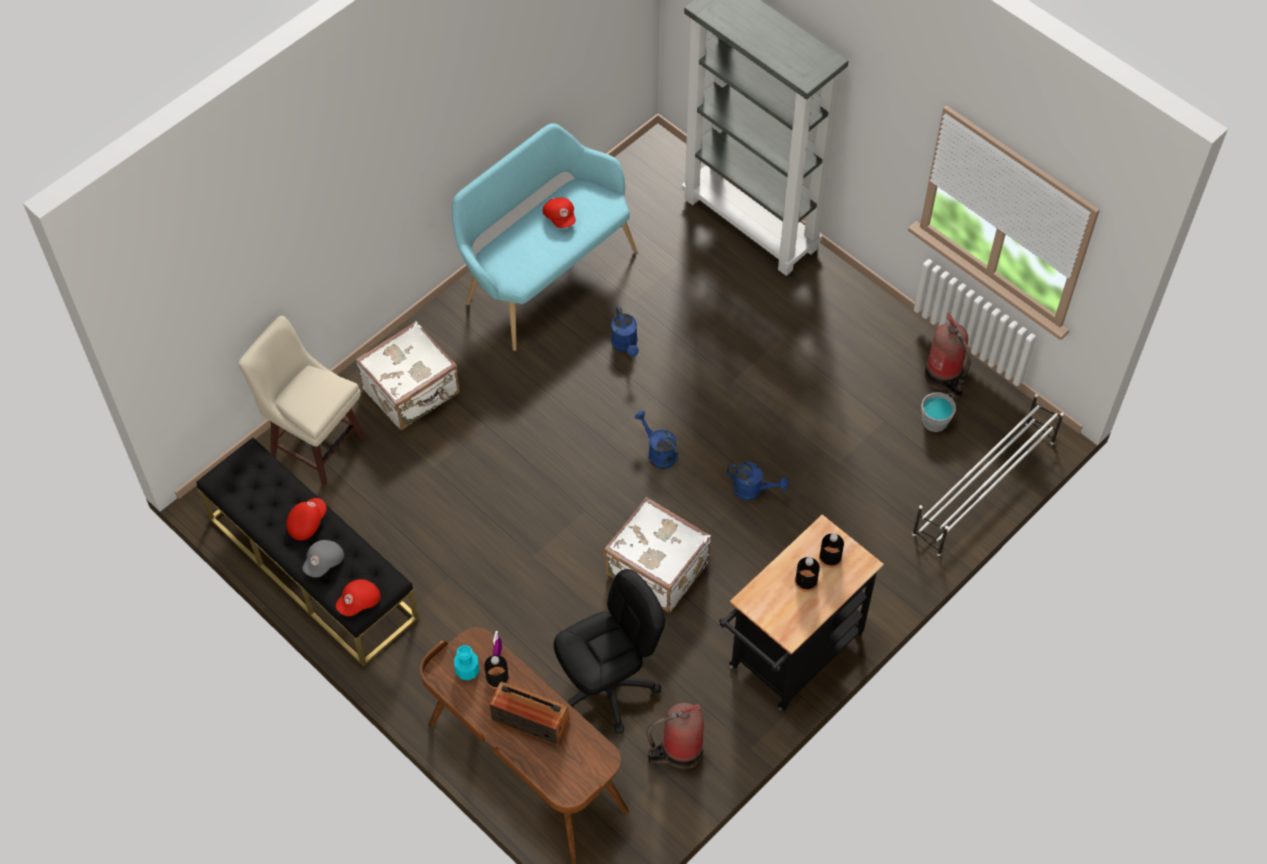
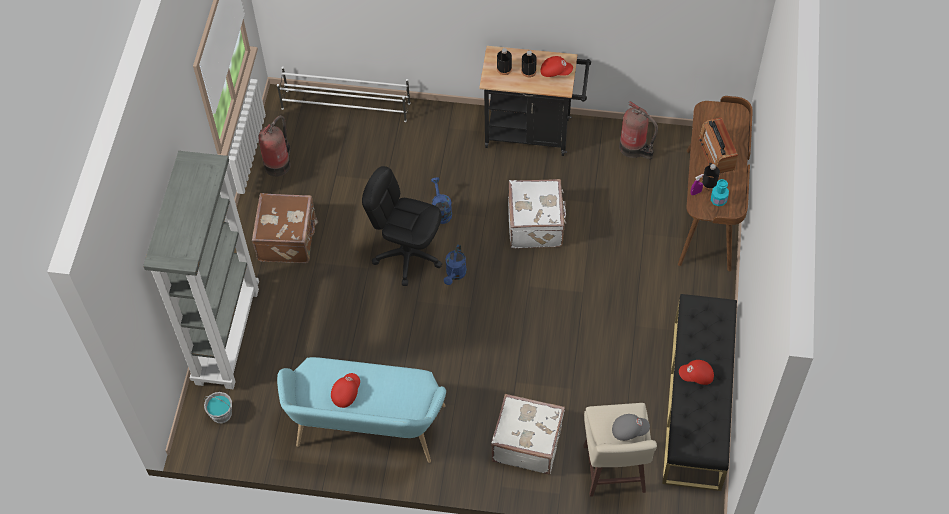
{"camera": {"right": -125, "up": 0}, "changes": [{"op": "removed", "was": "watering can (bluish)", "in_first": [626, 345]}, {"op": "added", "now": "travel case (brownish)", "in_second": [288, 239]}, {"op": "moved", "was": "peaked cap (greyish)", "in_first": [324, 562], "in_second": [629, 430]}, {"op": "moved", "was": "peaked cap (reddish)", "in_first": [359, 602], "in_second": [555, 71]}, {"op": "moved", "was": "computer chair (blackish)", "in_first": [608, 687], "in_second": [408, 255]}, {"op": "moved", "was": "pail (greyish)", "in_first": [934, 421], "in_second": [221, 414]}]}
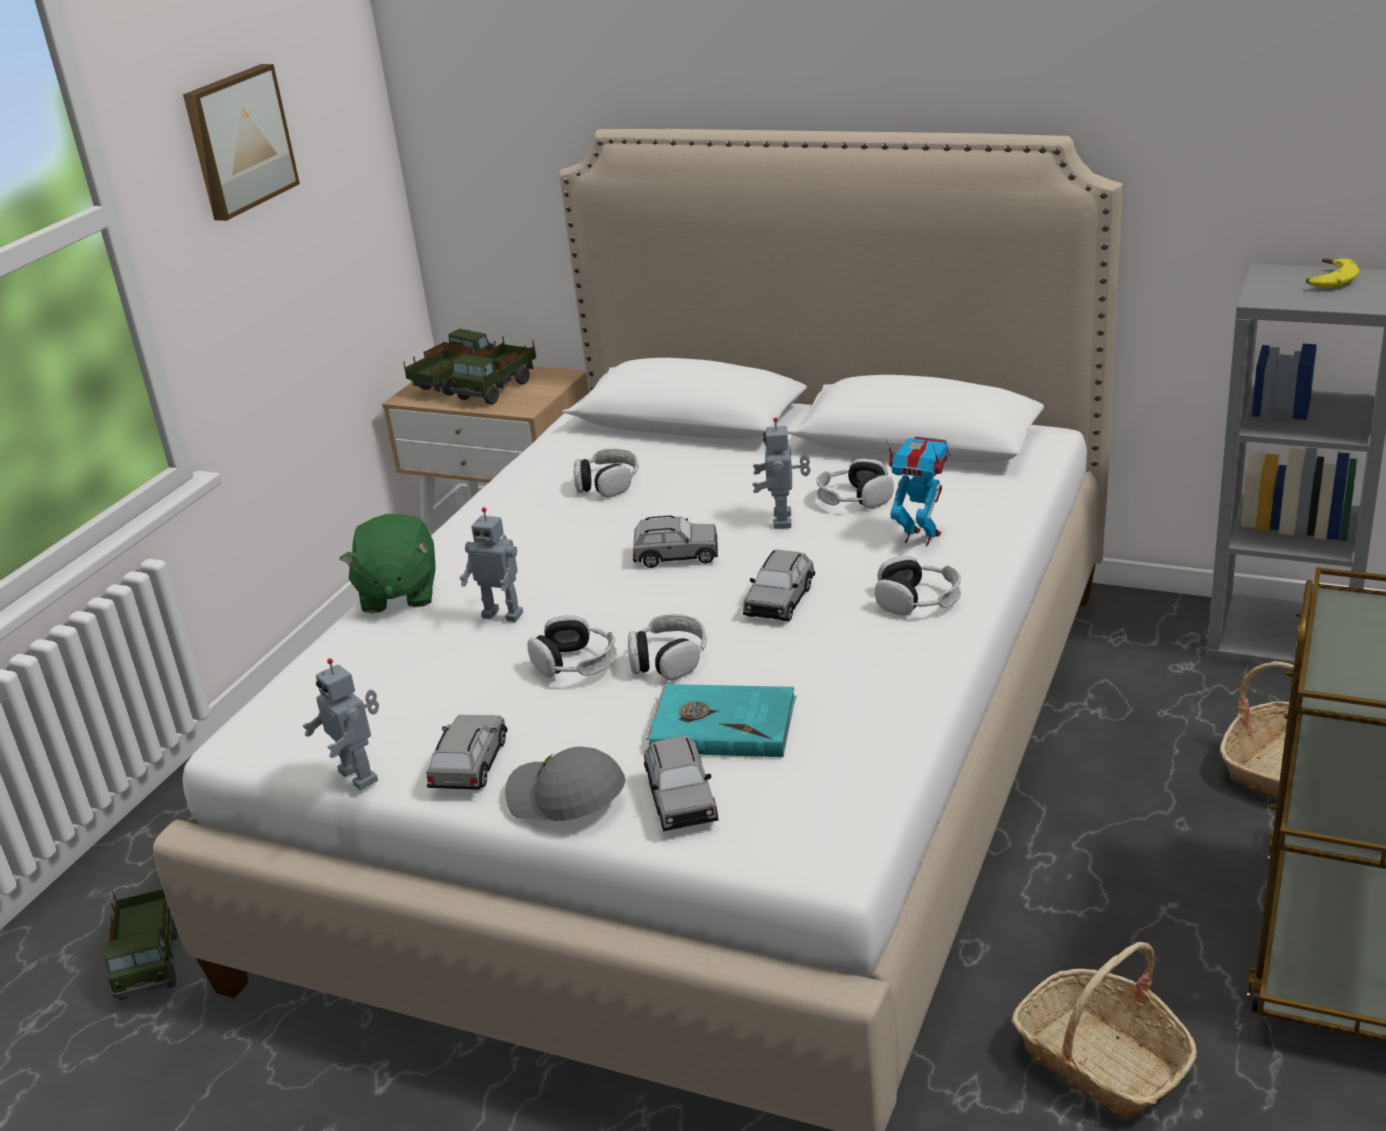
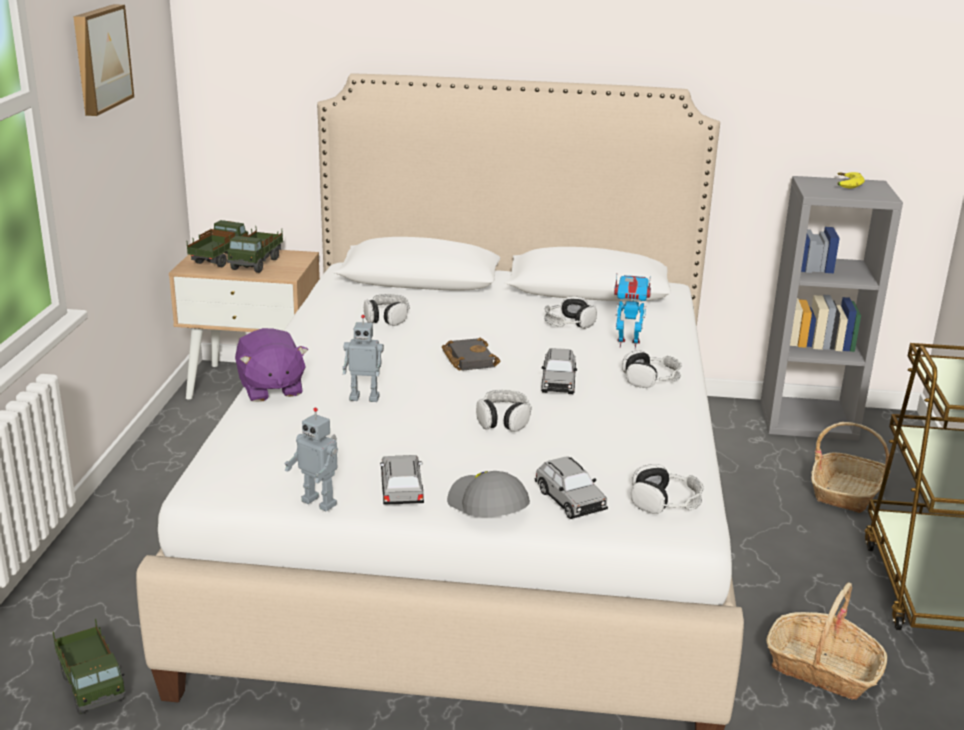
{"camera": {"right": -20, "up": -5}, "changes": [{"op": "removed", "was": "bound book (blue-green)", "in_first": [722, 725]}, {"op": "removed", "was": "robot figure", "in_first": [784, 520]}, {"op": "moved", "was": "headset", "in_first": [575, 663], "in_second": [665, 502]}, {"op": "replaced", "was": "model car (greyish)", "now": "bound book (blackish)", "in_first": [676, 555], "in_second": [467, 359]}, {"op": "recoloured", "was": "soft toy (green-coloured)", "now": "soft toy (purple-coloured)", "in_first": [398, 594], "in_second": [270, 389]}, {"op": "turned", "was": "peaked cap (greyish)", "in_first": [565, 799], "in_second": [486, 506], "clockwise": 45}]}
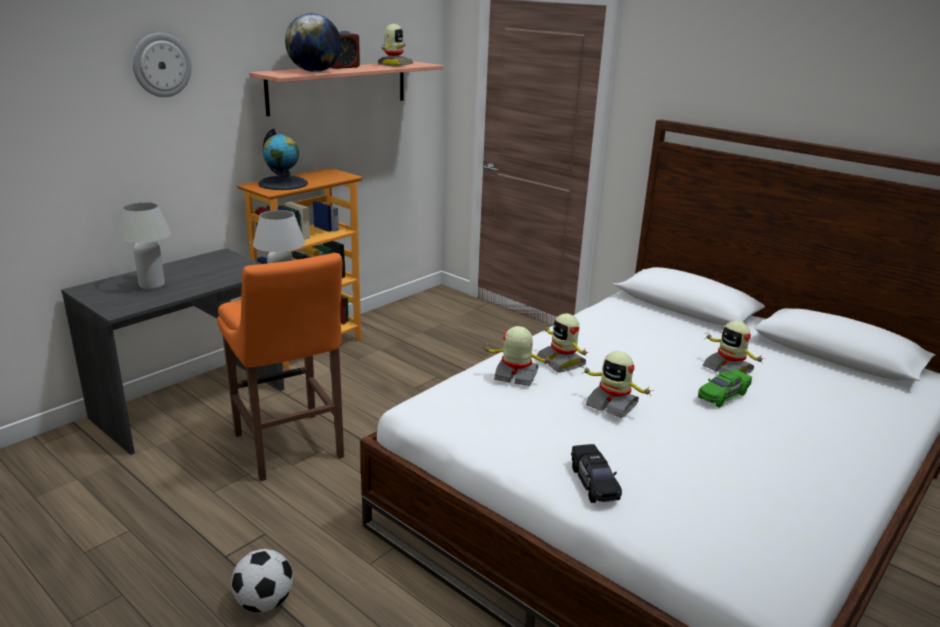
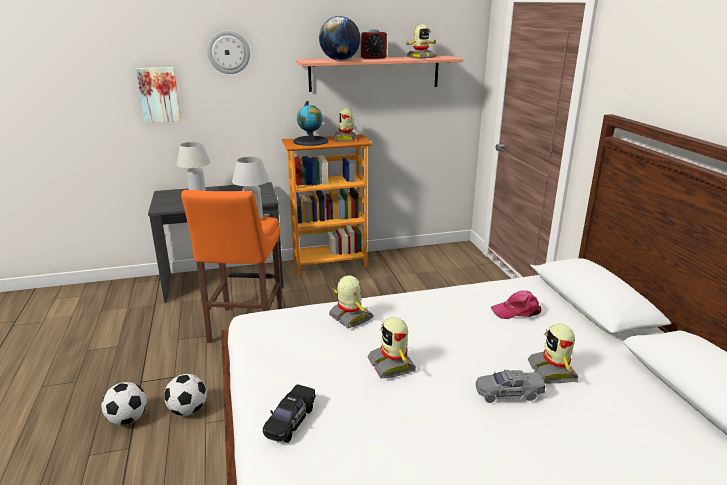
{"camera": {"right": 35, "up": 0}, "changes": [{"op": "added", "now": "wall art", "in_second": [159, 94]}, {"op": "added", "now": "football", "in_second": [188, 410]}, {"op": "added", "now": "peaked cap (pinkish)", "in_second": [517, 311]}, {"op": "moved", "was": "robot figure", "in_first": [561, 362], "in_second": [345, 139]}, {"op": "recoloured", "was": "model car (green-coloured)", "now": "model car (greyish)", "in_first": [723, 395], "in_second": [508, 393]}]}
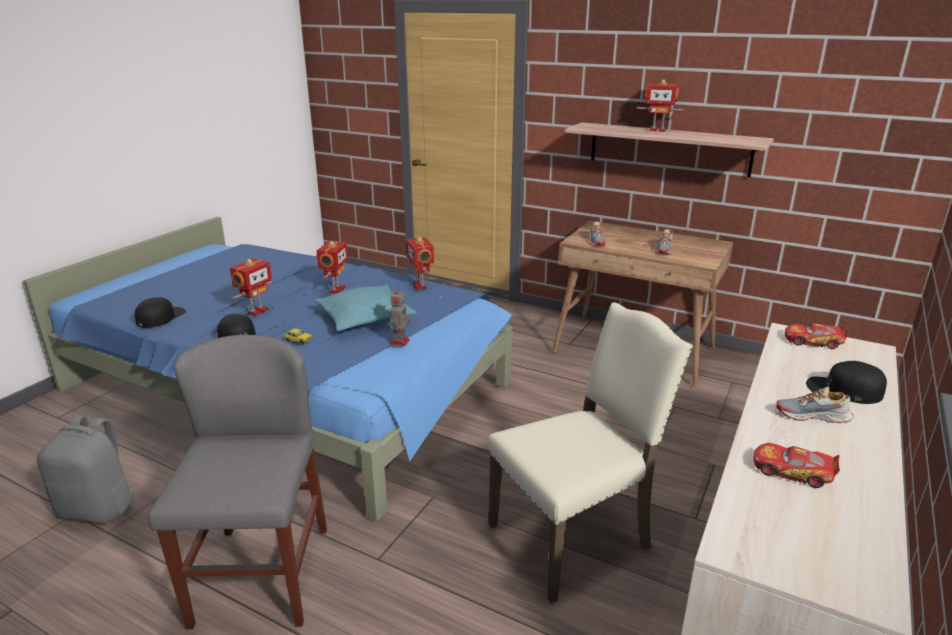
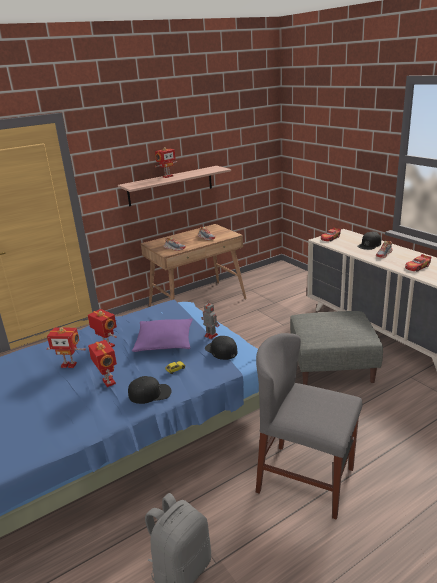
{"camera": {"right": -60, "up": 0}, "changes": [{"op": "moved", "was": "peaked cap (blackish)", "in_first": [160, 317], "in_second": [221, 350]}, {"op": "moved", "was": "robot figure", "in_first": [421, 285], "in_second": [69, 364]}, {"op": "replaced", "was": "chair (sand-coloured)", "now": "ottoman (greyish)", "in_first": [574, 537], "in_second": [332, 366]}, {"op": "recoloured", "was": "pillow (blue-green)", "now": "pillow (purple-coloured)", "in_first": [365, 317], "in_second": [164, 342]}]}
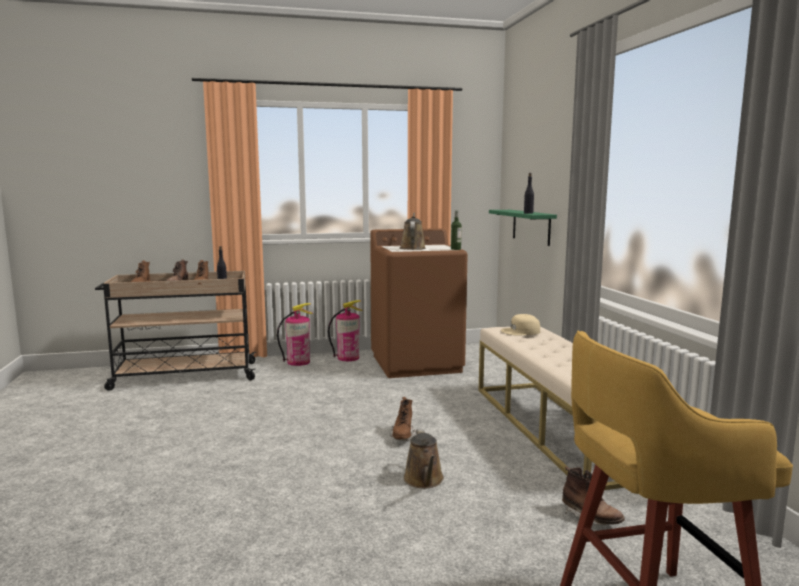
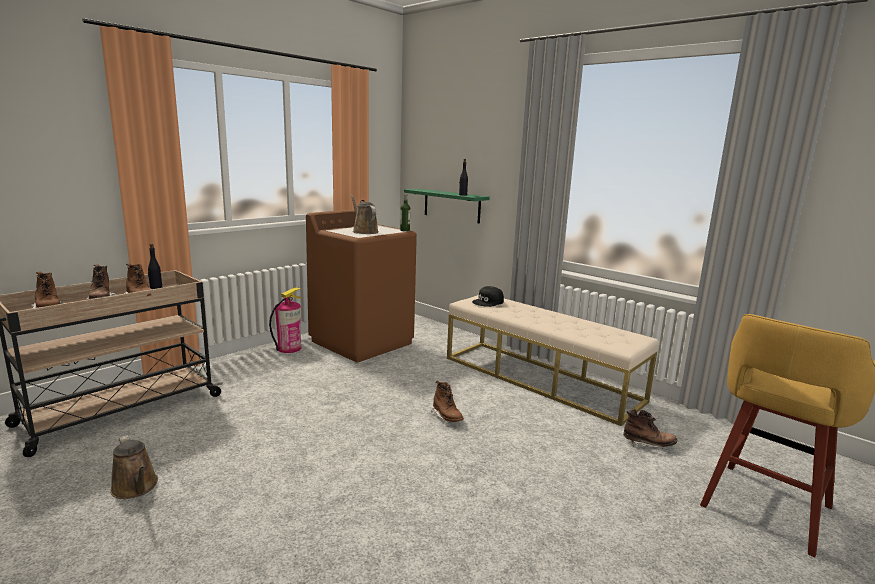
{"camera": {"right": -35, "up": 5}, "changes": [{"op": "removed", "was": "fire extinguisher", "in_first": [298, 362]}, {"op": "moved", "was": "watering can (brownish)", "in_first": [424, 480], "in_second": [136, 488]}, {"op": "recoloured", "was": "peaked cap (sand-coloured)", "now": "peaked cap (blackish)", "in_first": [521, 331], "in_second": [488, 302]}]}
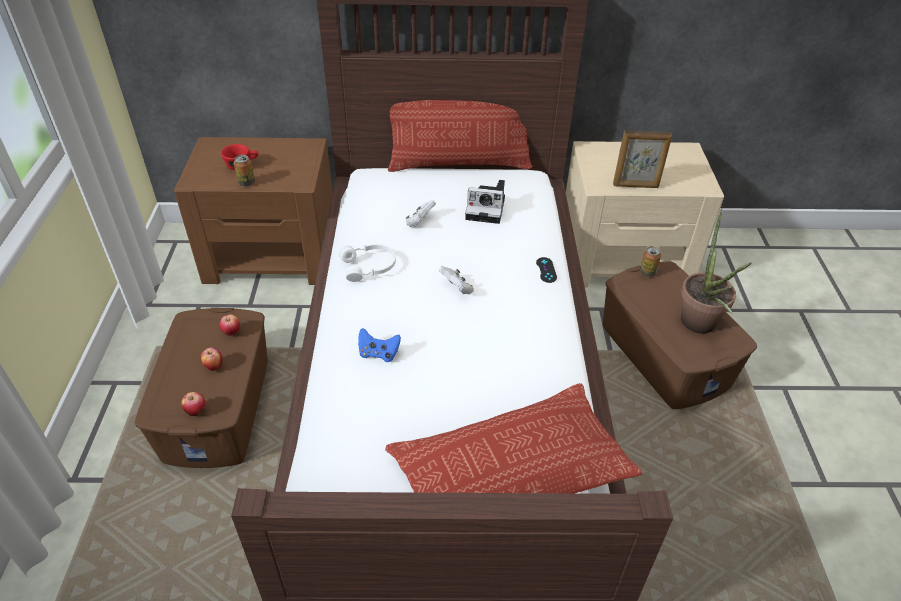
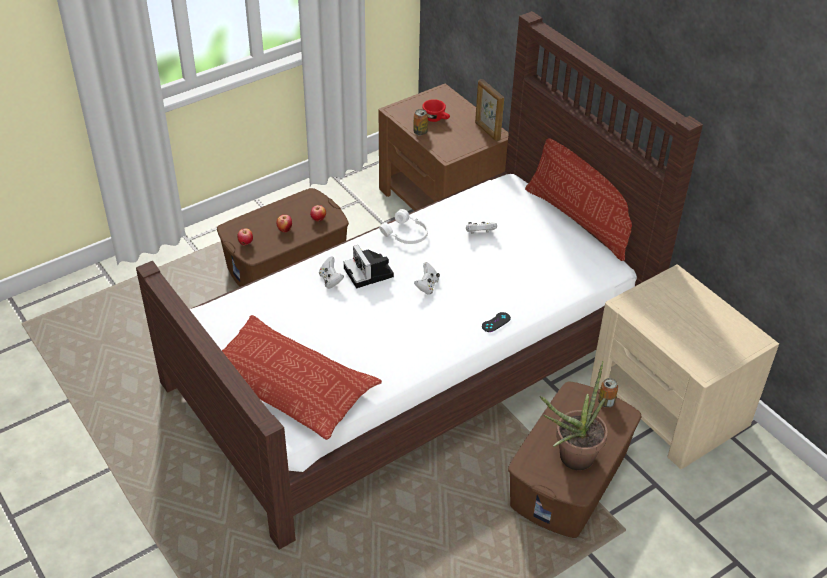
{"camera": {"right": 55, "up": 0}, "changes": [{"op": "moved", "was": "photo camera", "in_first": [487, 209], "in_second": [370, 273]}, {"op": "moved", "was": "picture frame", "in_first": [636, 186], "in_second": [487, 131]}, {"op": "recoloured", "was": "game controller (bluish)", "now": "game controller (whitish)", "in_first": [378, 354], "in_second": [330, 280]}]}
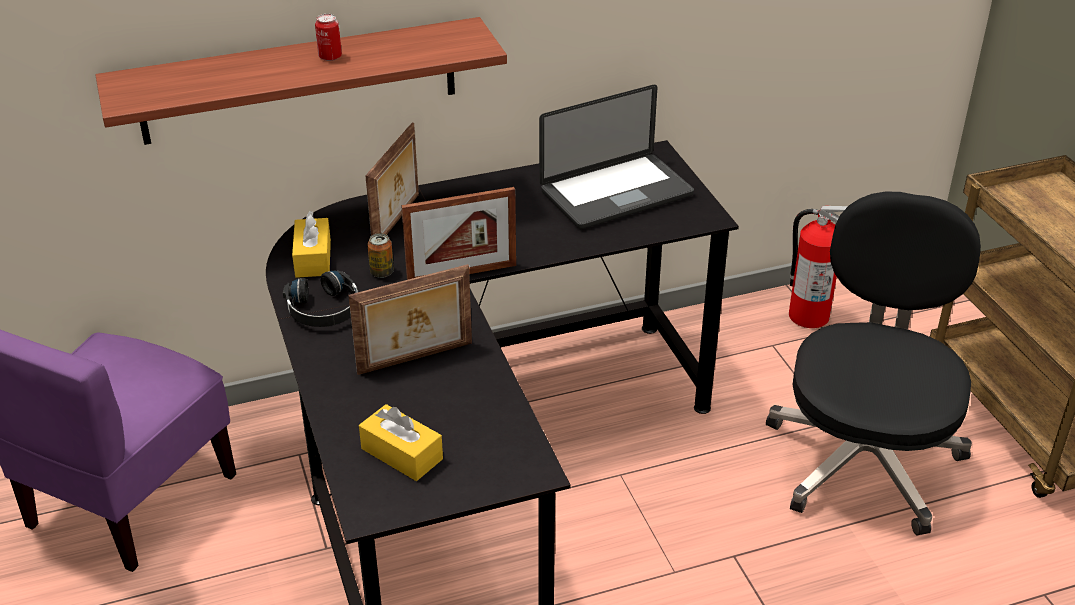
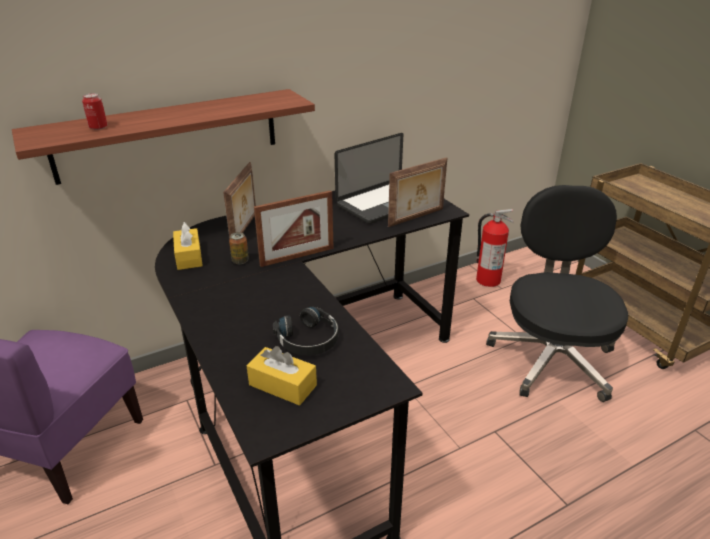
{"camera": {"right": -10, "up": -5}, "changes": [{"op": "moved", "was": "headset (blackish)", "in_first": [324, 309], "in_second": [308, 340]}, {"op": "moved", "was": "metal can", "in_first": [330, 57], "in_second": [98, 127]}, {"op": "moved", "was": "picture frame", "in_first": [416, 359], "in_second": [416, 218]}]}
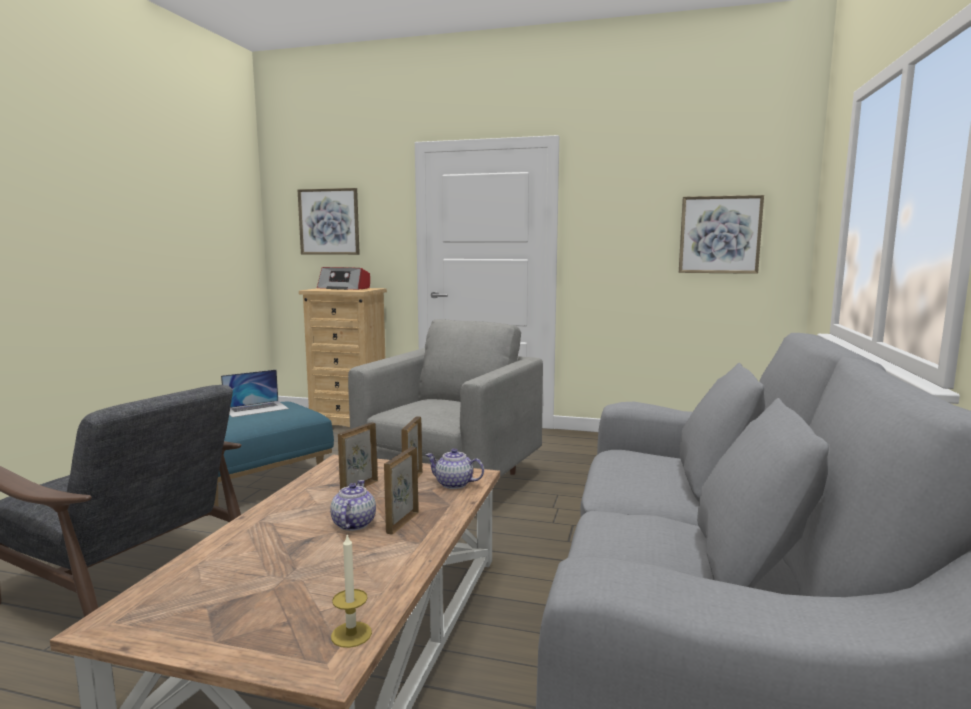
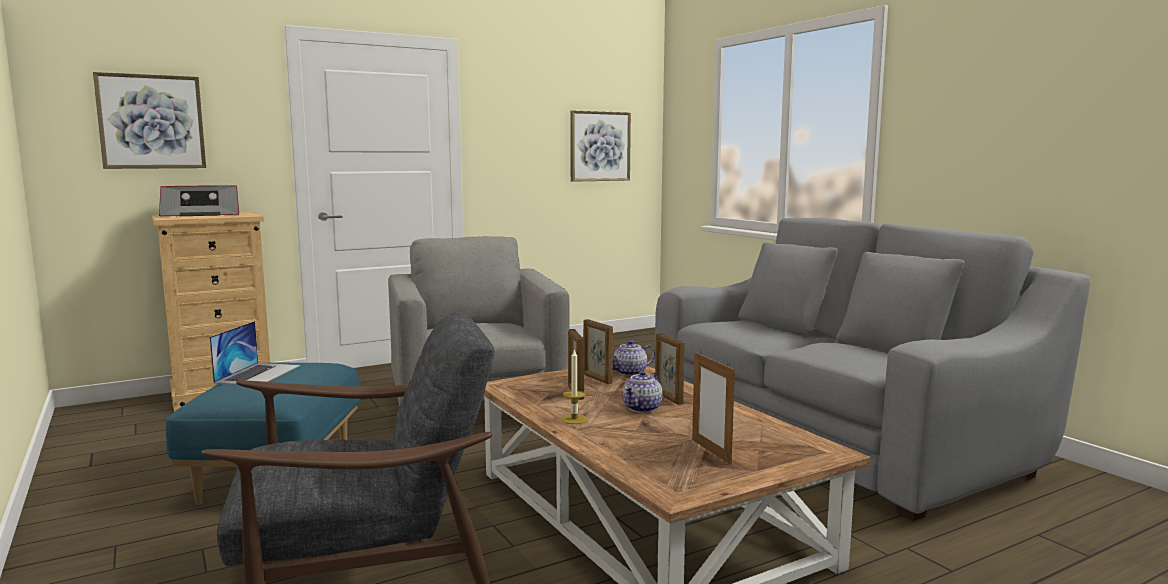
{"camera": {"right": -45, "up": 0}, "changes": [{"op": "added", "now": "picture frame", "in_second": [711, 451]}, {"op": "moved", "was": "wax light", "in_first": [351, 634], "in_second": [574, 419]}, {"op": "turned", "was": "tea pot", "in_first": [353, 524], "in_second": [643, 408], "clockwise": -105}]}
